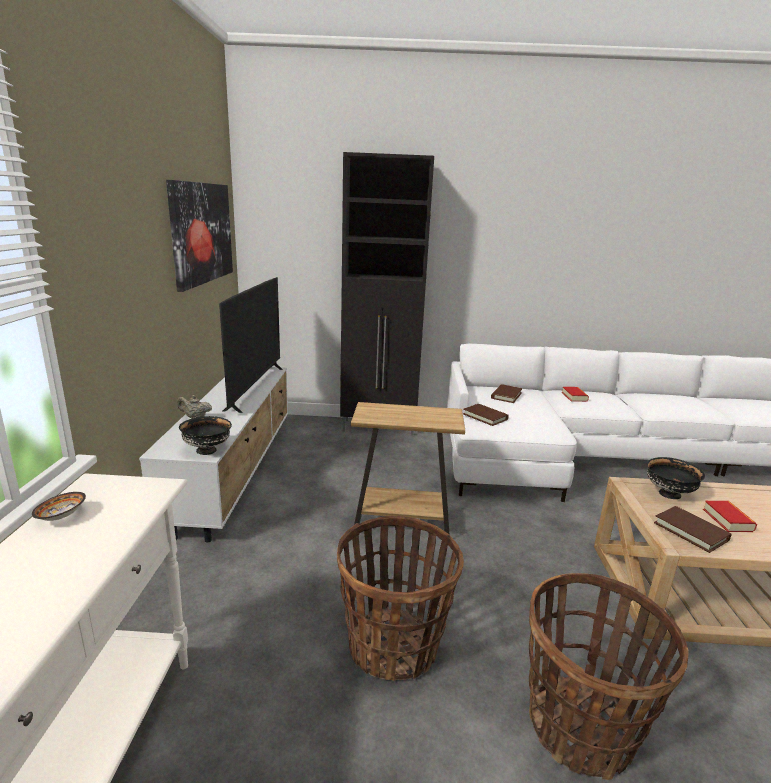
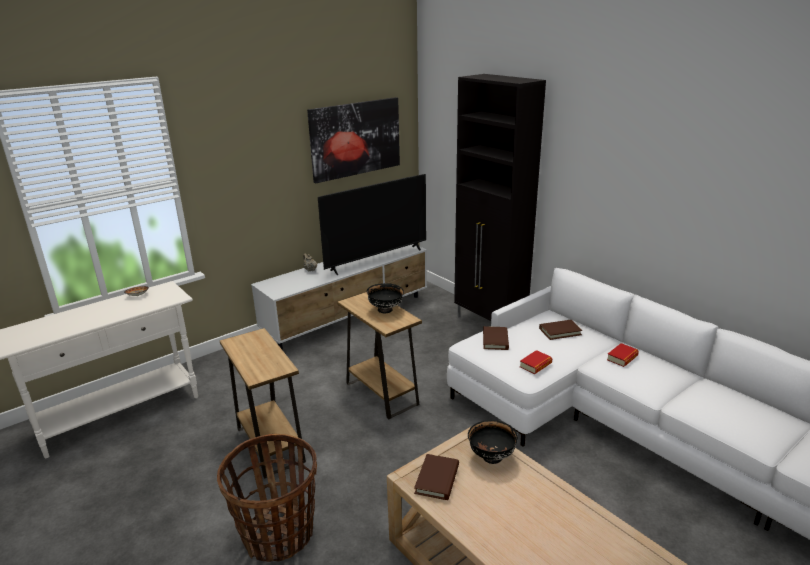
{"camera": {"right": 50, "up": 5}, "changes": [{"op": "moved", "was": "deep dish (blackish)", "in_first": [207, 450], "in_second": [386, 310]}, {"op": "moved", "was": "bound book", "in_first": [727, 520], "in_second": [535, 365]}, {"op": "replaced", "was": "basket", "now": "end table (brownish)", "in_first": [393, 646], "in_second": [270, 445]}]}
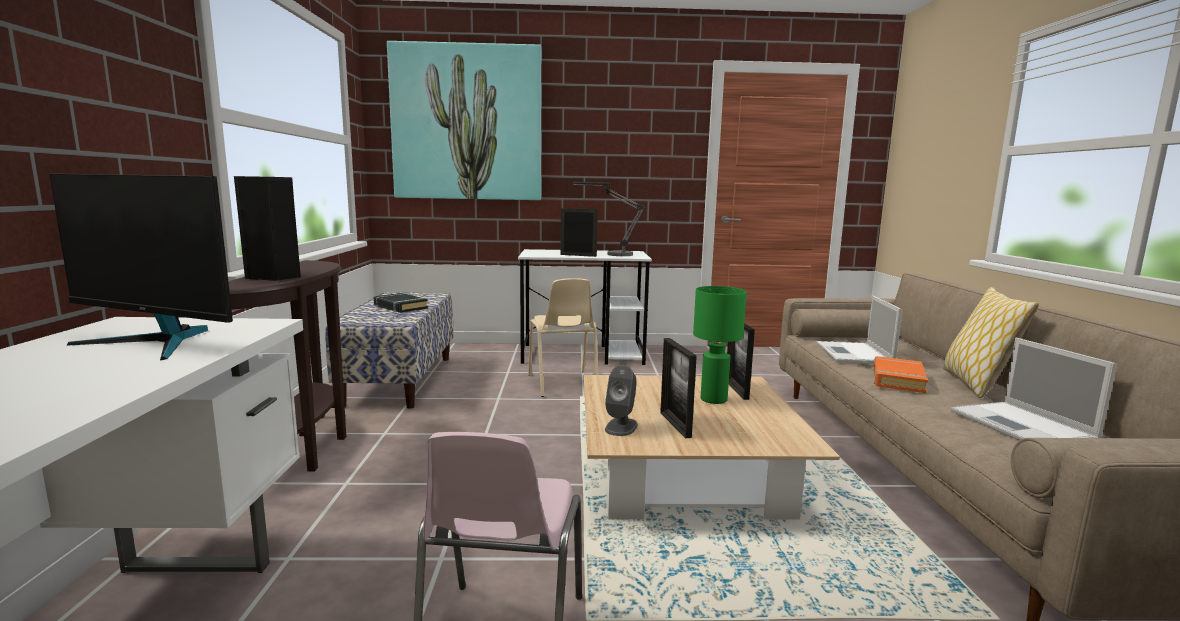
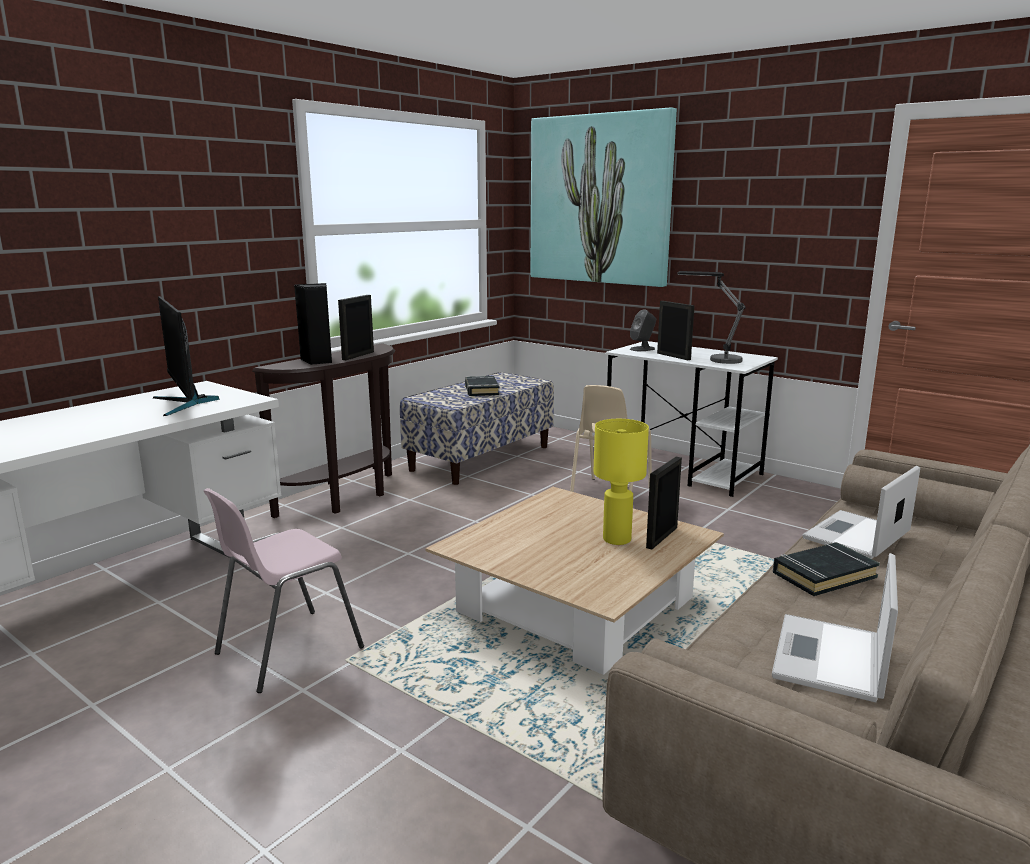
{"camera": {"right": 40, "up": 5}, "changes": [{"op": "removed", "was": "pillow", "in_first": [976, 384]}, {"op": "moved", "was": "loudspeaker (greyish)", "in_first": [621, 427], "in_second": [642, 349]}, {"op": "moved", "was": "picture frame", "in_first": [675, 424], "in_second": [358, 356]}, {"op": "recoloured", "was": "tabletop lamp (green-coloured)", "now": "tabletop lamp (yellow)", "in_first": [713, 399], "in_second": [616, 539]}, {"op": "recoloured", "was": "bound book (orange)", "now": "bound book (blackish)", "in_first": [897, 379], "in_second": [823, 575]}]}
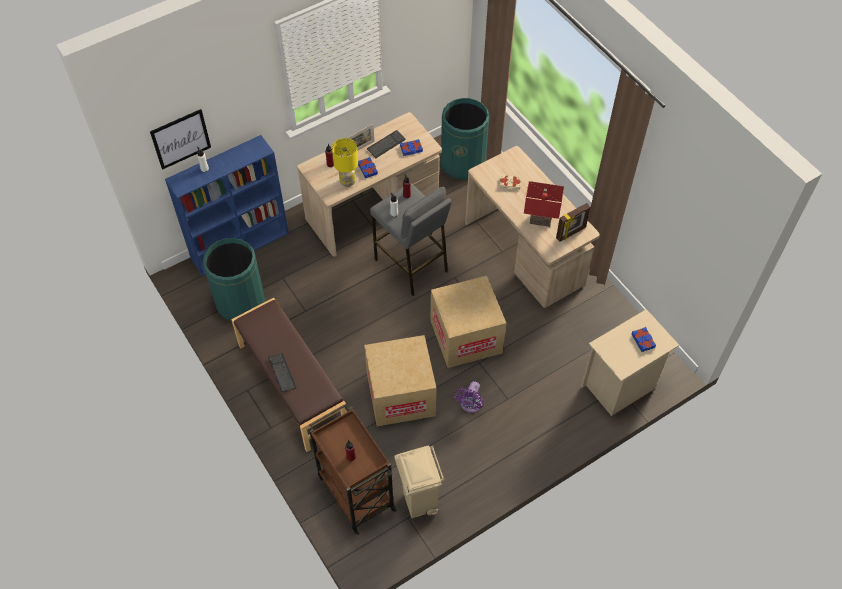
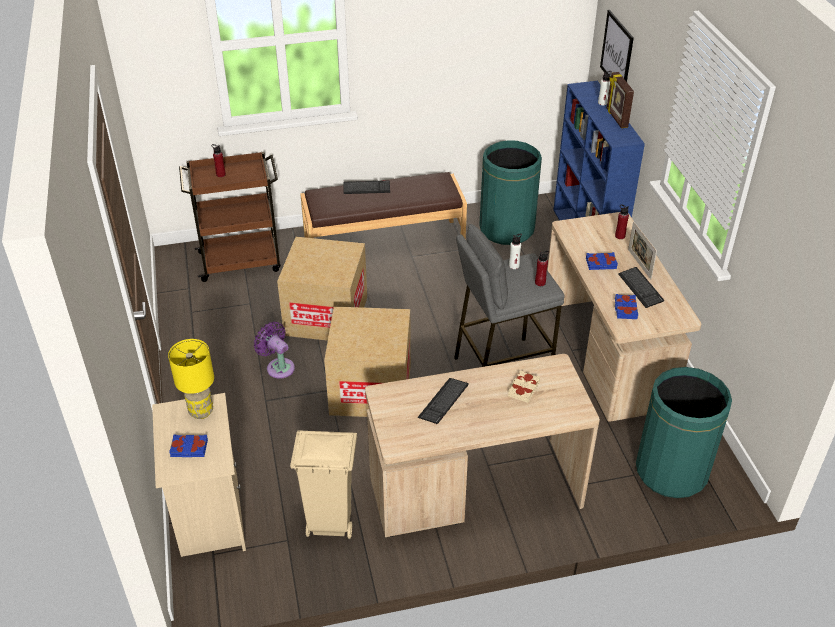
{"camera": {"right": 110, "up": -15}, "changes": [{"op": "moved", "was": "tabletop lamp (yellow)", "in_first": [347, 181], "in_second": [201, 411]}, {"op": "moved", "was": "waste bin (sand-coloured)", "in_first": [420, 503], "in_second": [329, 524]}, {"op": "moved", "was": "picture frame", "in_first": [571, 233], "in_second": [616, 118]}, {"op": "replaced", "was": "tabletop lamp (reddish)", "now": "keyboard", "in_first": [541, 219], "in_second": [443, 402]}]}
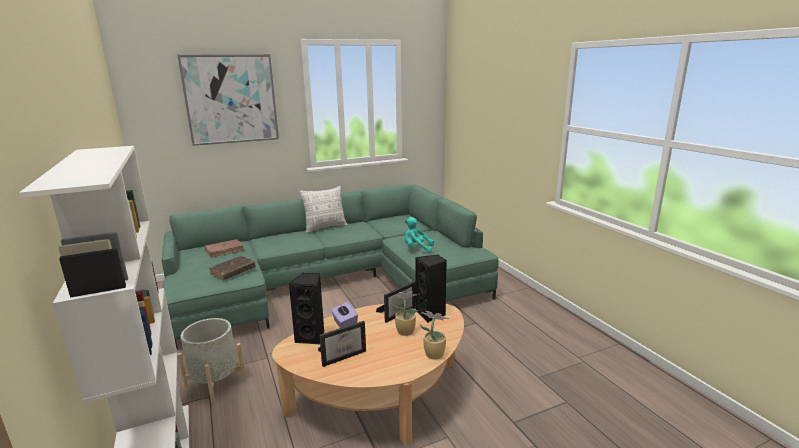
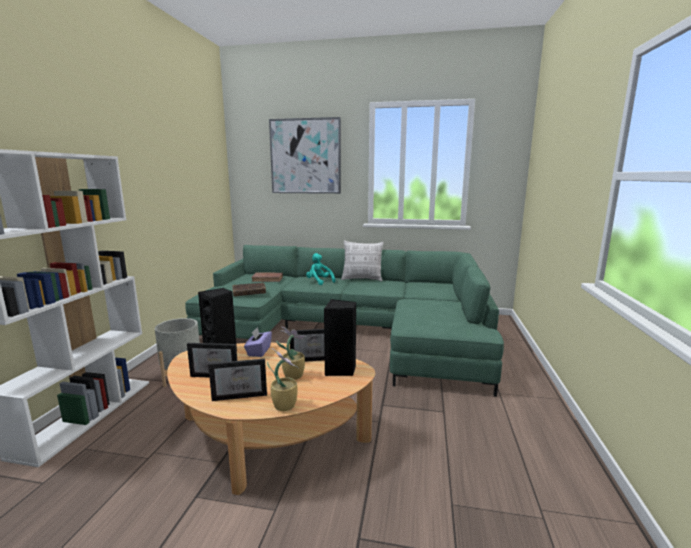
{"camera": {"right": 35, "up": -5}, "changes": [{"op": "added", "now": "picture frame", "in_second": [241, 394]}, {"op": "moved", "was": "soft toy (blue-green)", "in_first": [416, 249], "in_second": [319, 282]}]}
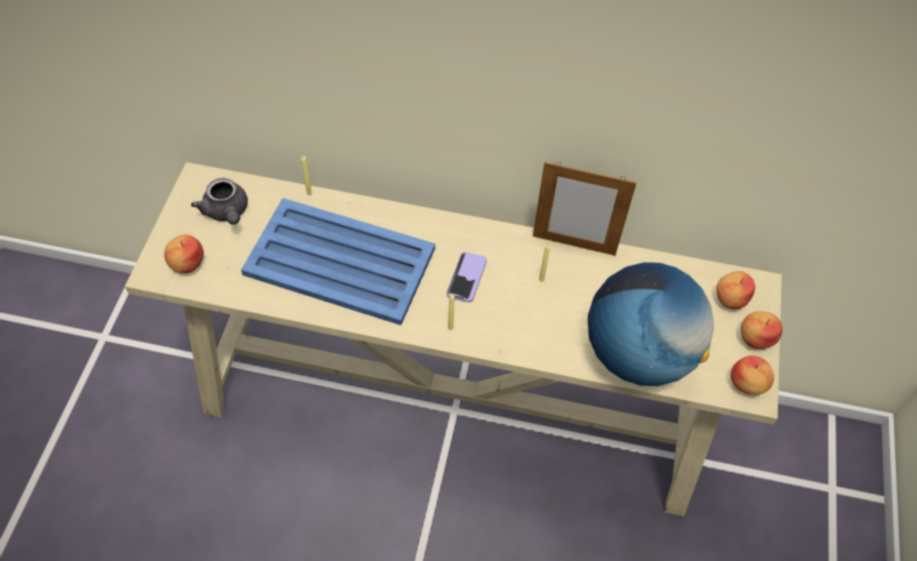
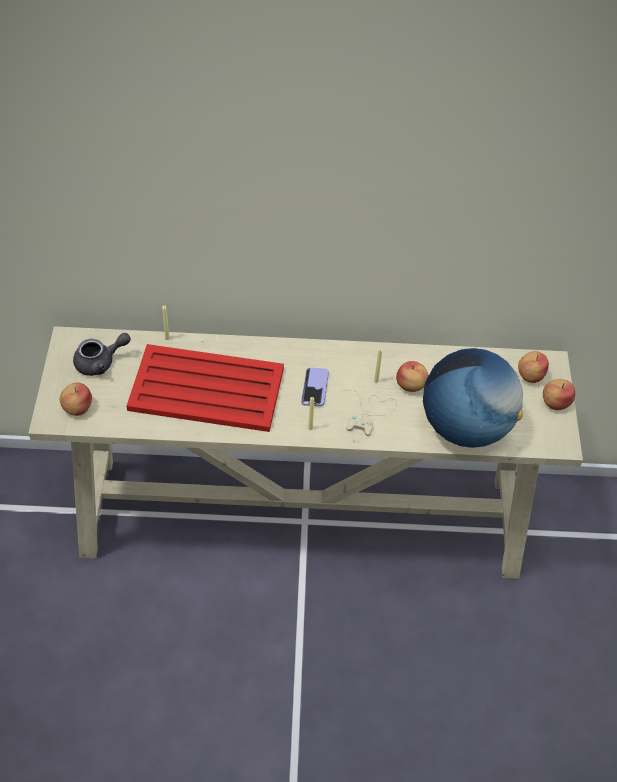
{"camera": {"right": -10, "up": -5}, "changes": [{"op": "removed", "was": "picture frame", "in_first": [573, 245]}, {"op": "added", "now": "game controller (sand-coloured)", "in_second": [369, 412]}, {"op": "moved", "was": "apple fruit", "in_first": [747, 384], "in_second": [410, 386]}, {"op": "recoloured", "was": "carrying tray (bluish)", "now": "carrying tray (reddish)", "in_first": [341, 262], "in_second": [208, 390]}, {"op": "turned", "was": "tea pot (greyish)", "in_first": [227, 212], "in_second": [100, 362], "clockwise": -75}]}
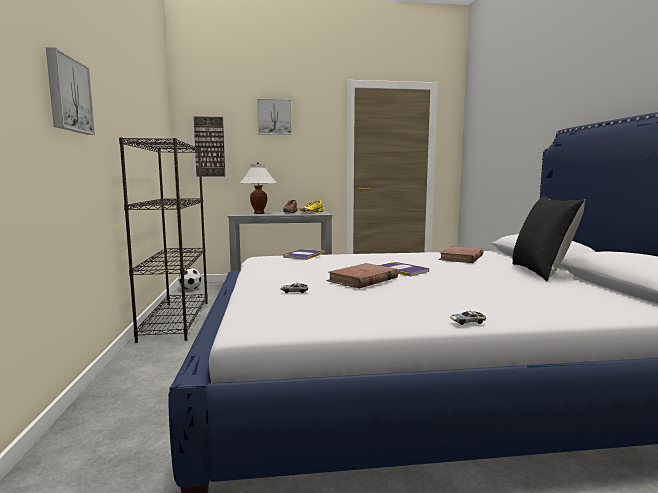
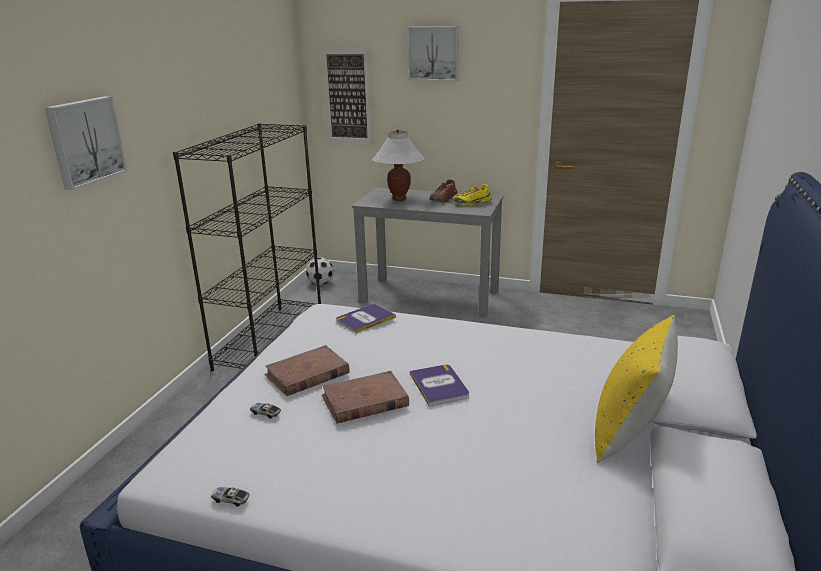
{"camera": {"right": 25, "up": 15}, "changes": [{"op": "moved", "was": "bound book (brownish)", "in_first": [461, 258], "in_second": [307, 374]}, {"op": "moved", "was": "model car", "in_first": [467, 322], "in_second": [230, 499]}, {"op": "recoloured", "was": "pillow (blackish)", "now": "pillow (yellow)", "in_first": [541, 272], "in_second": [629, 433]}]}
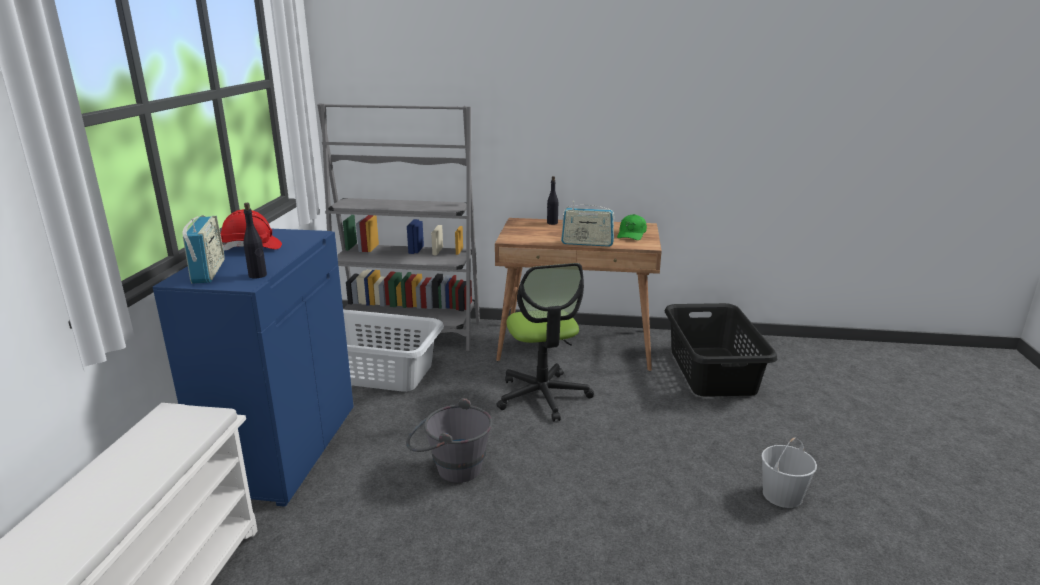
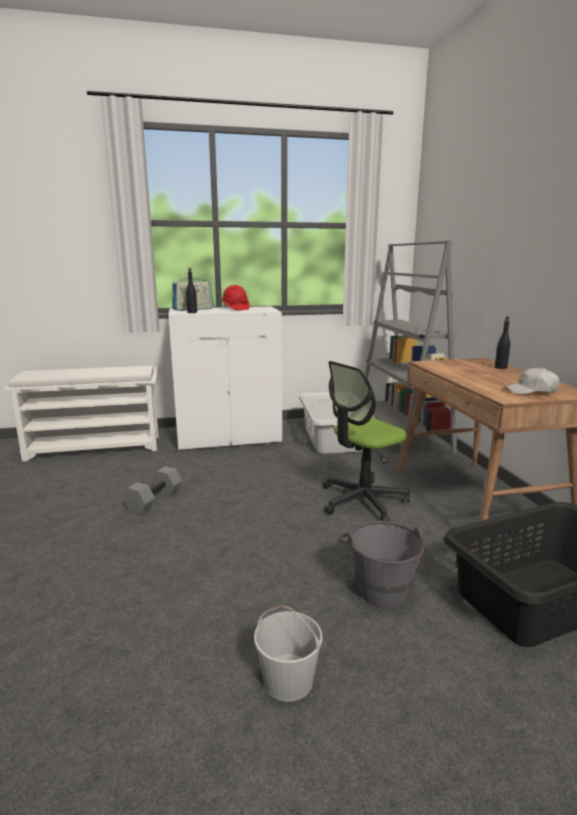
{"camera": {"right": 70, "up": -5}, "changes": [{"op": "removed", "was": "radio set", "in_first": [587, 243]}, {"op": "added", "now": "free weight (greyish)", "in_second": [154, 500]}, {"op": "moved", "was": "pail (greyish)", "in_first": [450, 468], "in_second": [379, 585]}, {"op": "recoloured", "was": "cabinet (bluish)", "now": "cabinet (whitish)", "in_first": [282, 449], "in_second": [229, 437]}, {"op": "recoloured", "was": "peaked cap (green-coloured)", "now": "peaked cap (whitish)", "in_first": [631, 234], "in_second": [531, 391]}]}
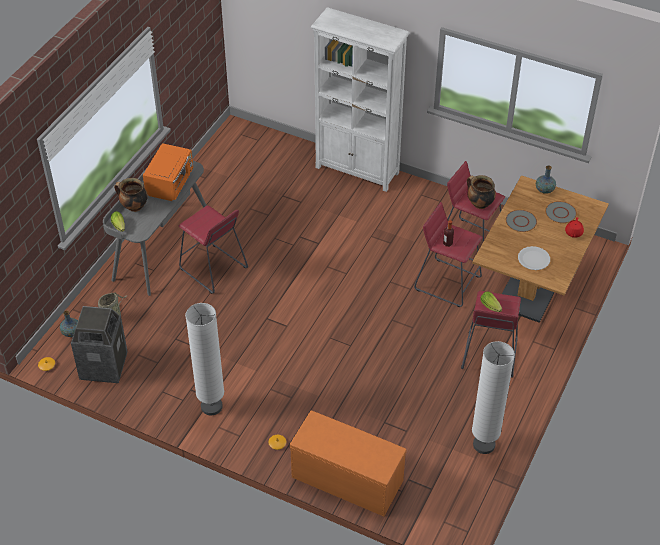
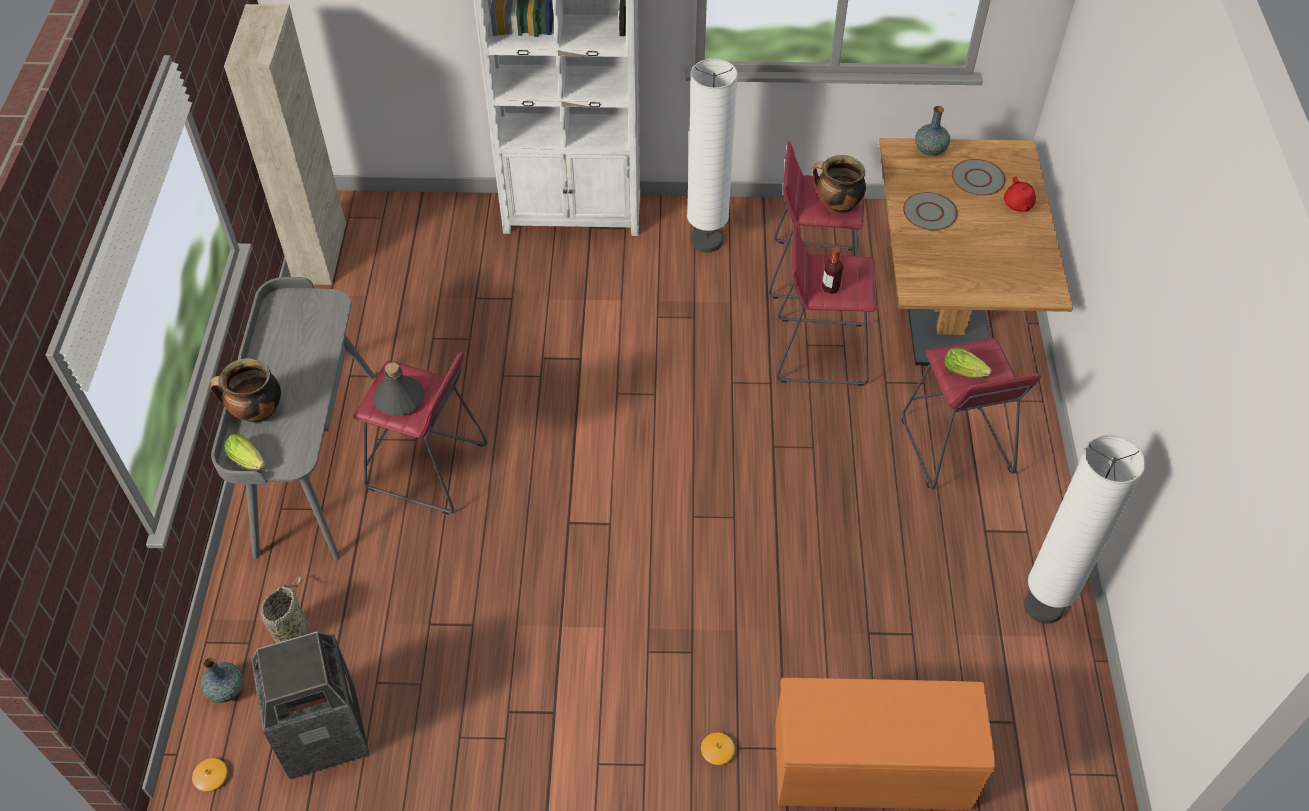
{"camera": {"right": -25, "up": 5}, "changes": [{"op": "removed", "was": "kitchen microwave (orange)", "in_first": [171, 184]}, {"op": "removed", "was": "dinner plate (whitish)", "in_first": [533, 259]}, {"op": "added", "now": "cabinet (sand-coloured)", "in_second": [320, 253]}, {"op": "added", "now": "beverage bottle (greyish)", "in_second": [399, 399]}, {"op": "moved", "was": "floor lamp (whitish)", "in_first": [211, 406], "in_second": [706, 241]}]}
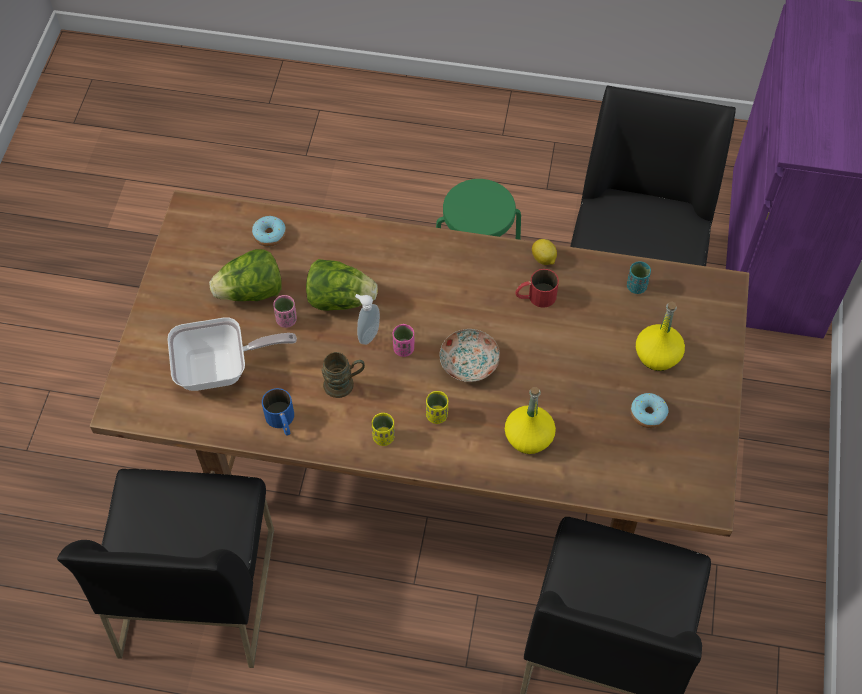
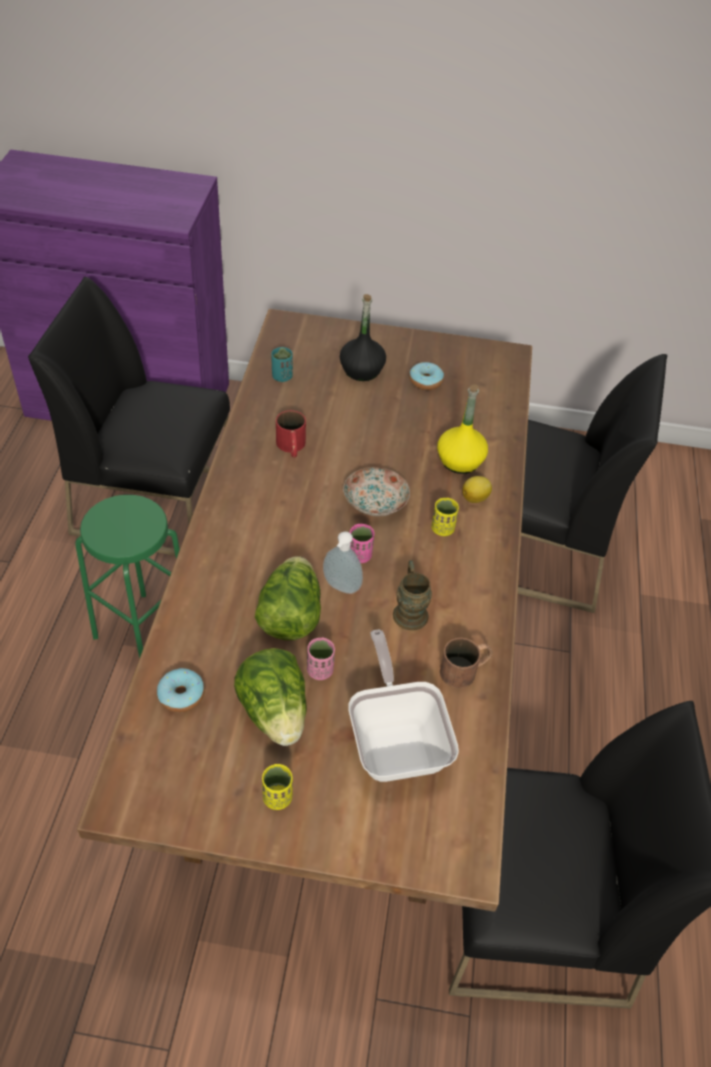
{"camera": {"right": -95, "up": -10}, "changes": [{"op": "moved", "was": "cup (yellow)", "in_first": [383, 437], "in_second": [277, 797]}, {"op": "moved", "was": "lemon", "in_first": [543, 259], "in_second": [475, 498]}, {"op": "recoloured", "was": "mug (bluish)", "now": "mug (brownish)", "in_first": [282, 421], "in_second": [465, 669]}, {"op": "recoloured", "was": "beverage bottle (yellow)", "now": "beverage bottle (blackish)", "in_first": [657, 355], "in_second": [362, 370]}]}
